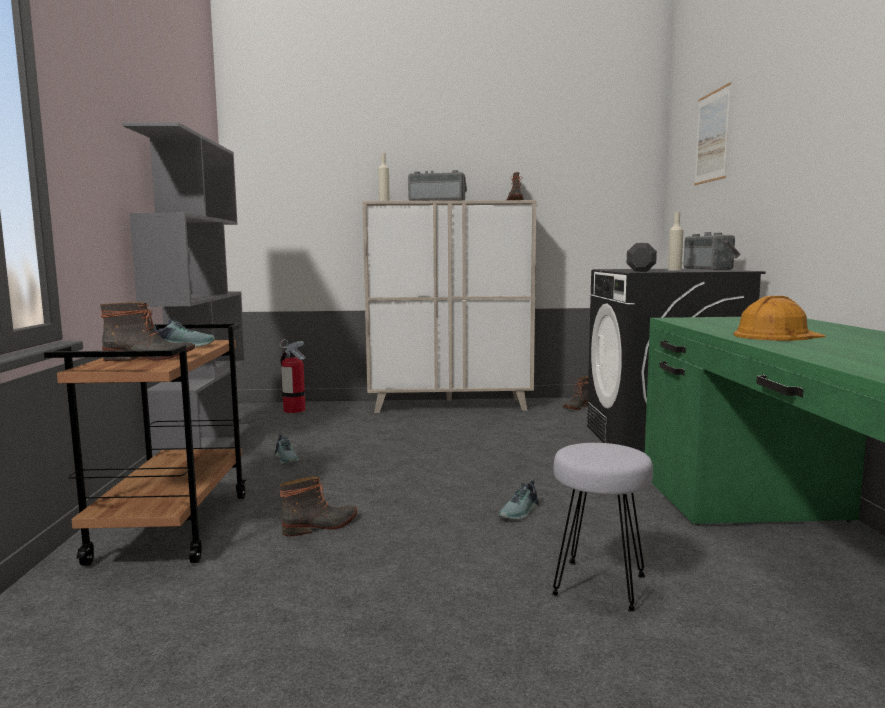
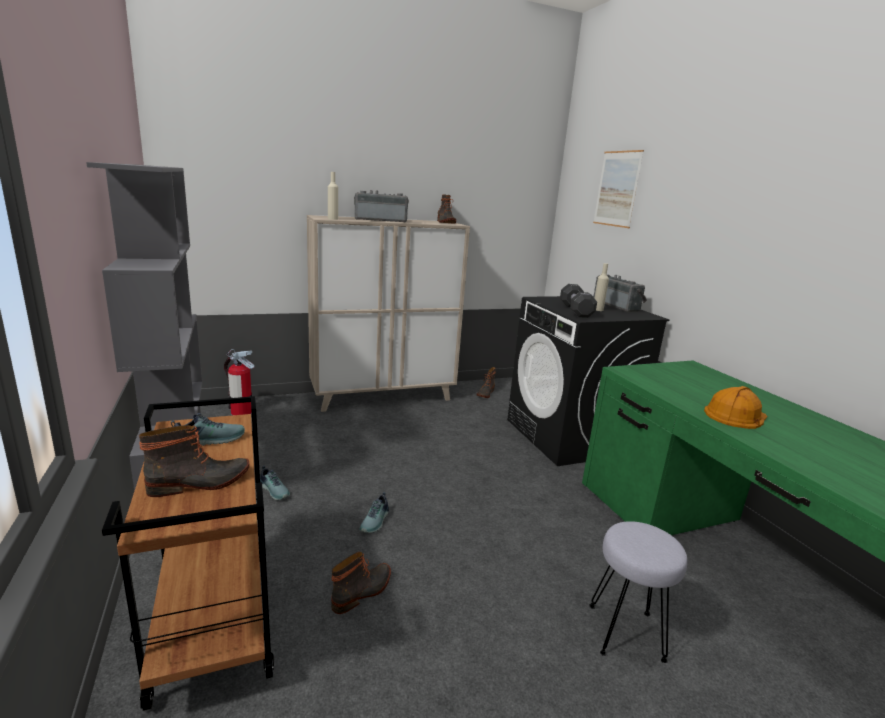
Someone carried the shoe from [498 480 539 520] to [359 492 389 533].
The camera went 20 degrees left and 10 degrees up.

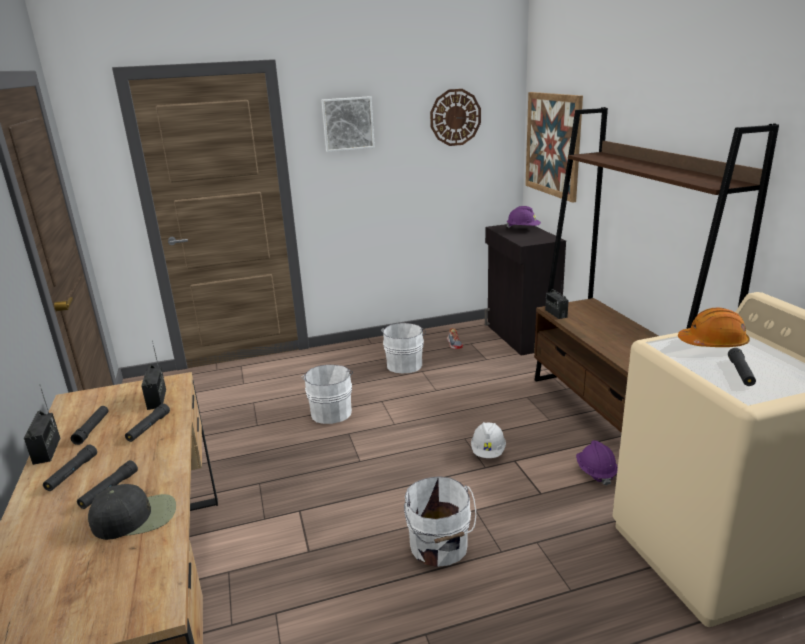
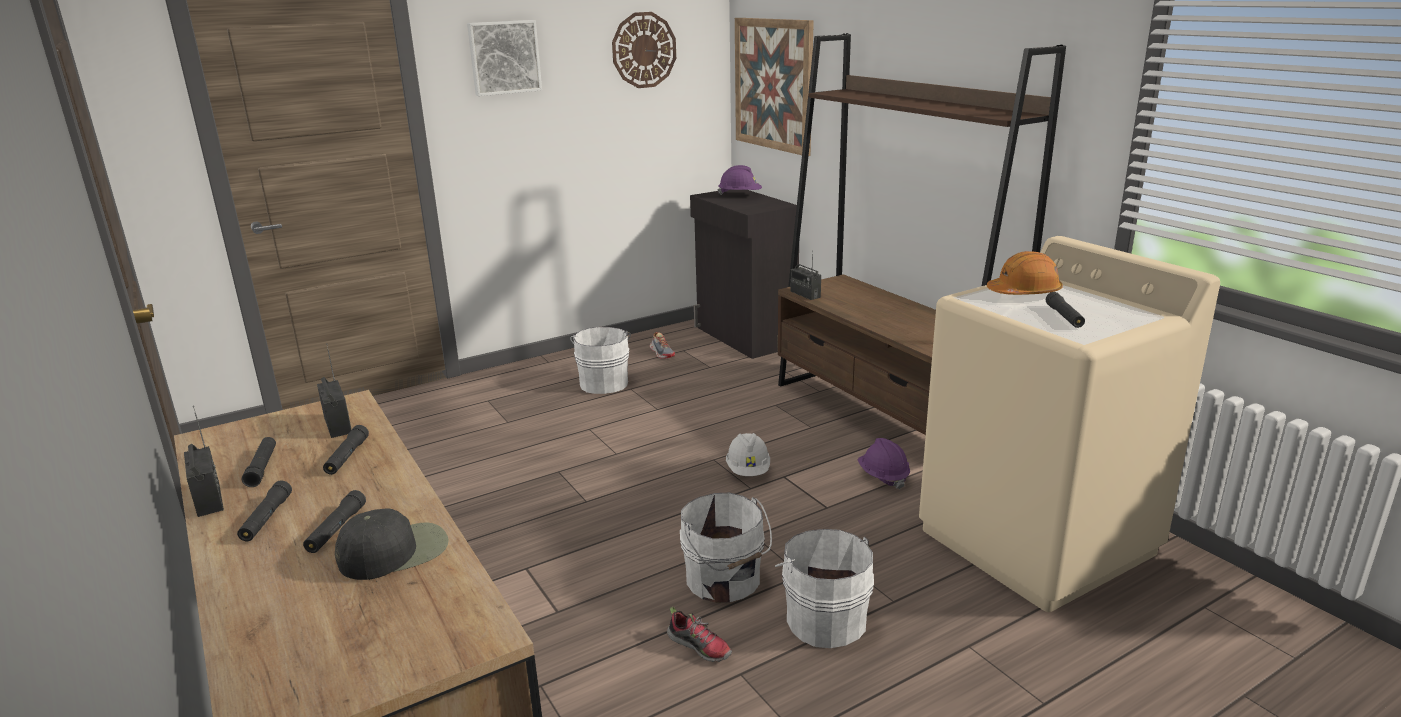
Someone put down the shoe at [667 606 732 662].
Someone carried the pail (whitish) from [302 365 353 424] to [775 529 874 648].
The camera went 15 degrees left and 0 degrees up.

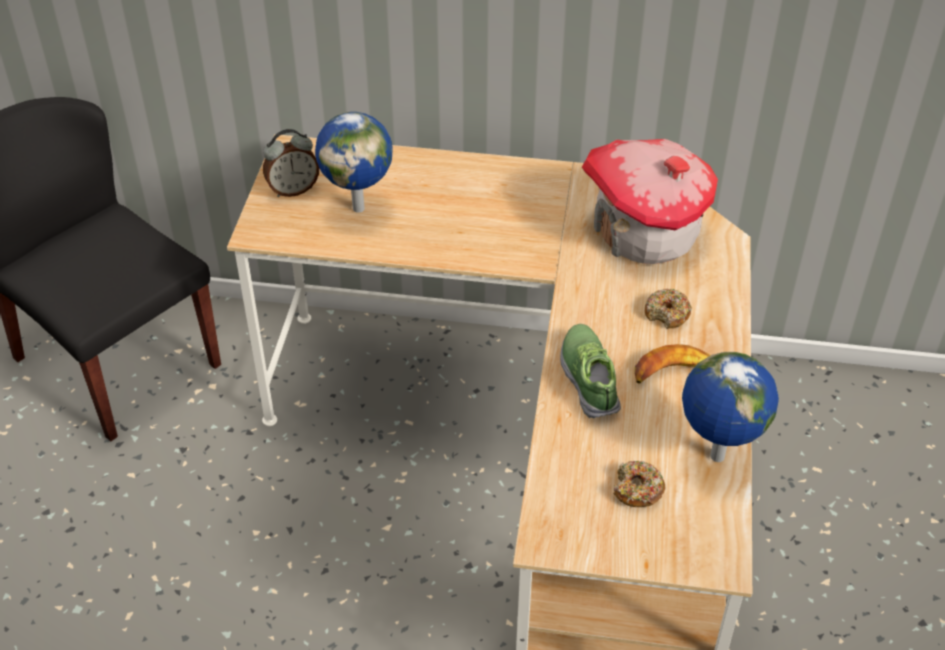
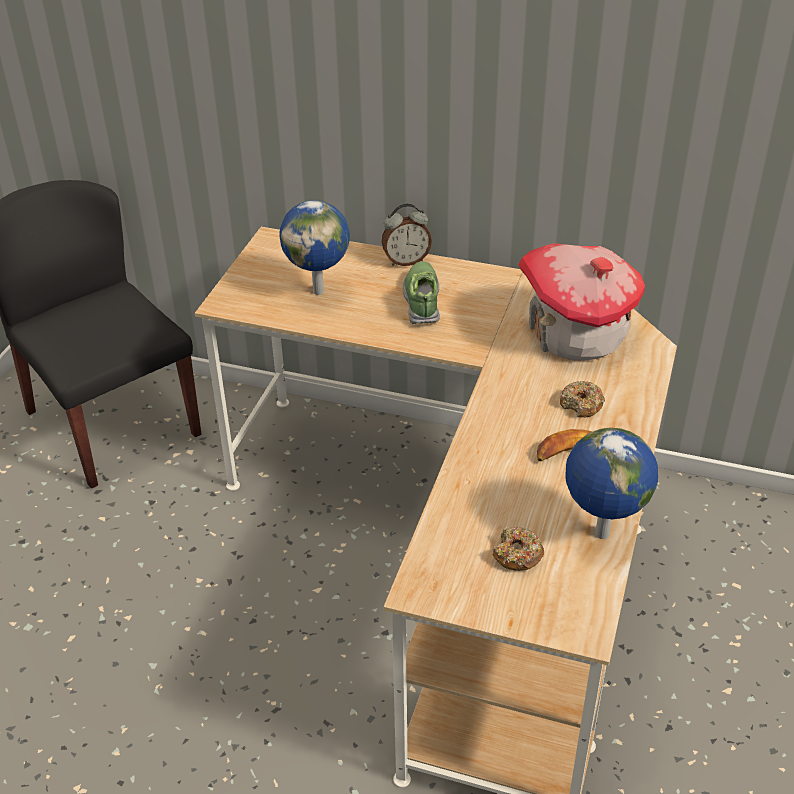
Someone carried the alarm clock from [263 129 319 197] to [382 204 432 266].
Someone carried the shoe from [560 324 621 418] to [403 261 440 324].
The camera went 10 degrees right and 5 degrees down.

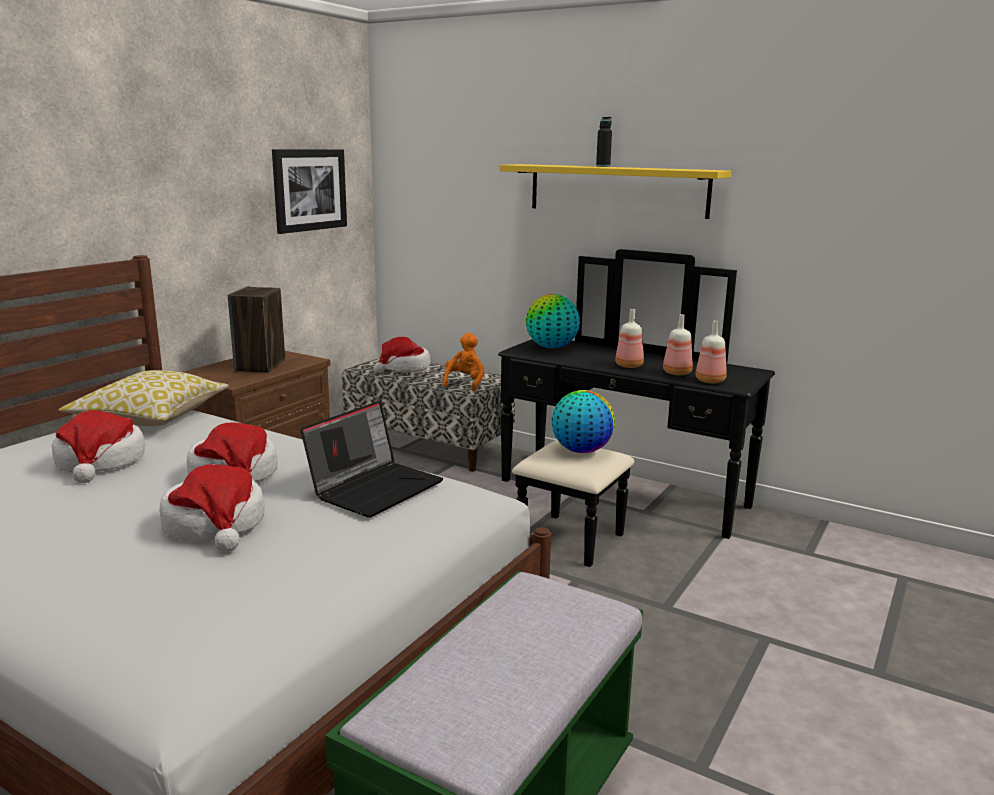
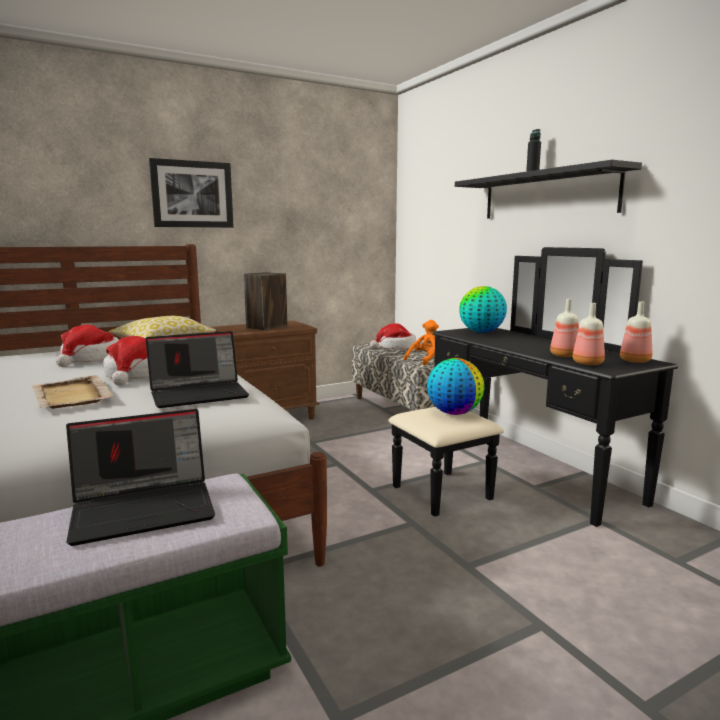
Someone swapped the clothing hat at [160 464 265 552] for the carrying tray (sand-coloured) at [32 375 114 409].
Someone put down the portable computer at [66 409 215 546].
Someone carried the picture from [272 149 347 234] to [149 158 234 228].
Someone repainted the wall shelf (yellowish) at [500 164 731 219], which became the wall shelf (blackish) at [455 160 642 219].
Someone carried the drink bottle from [615 309 644 368] to [620 301 652 363].
The camera went 30 degrees right and 5 degrees down.

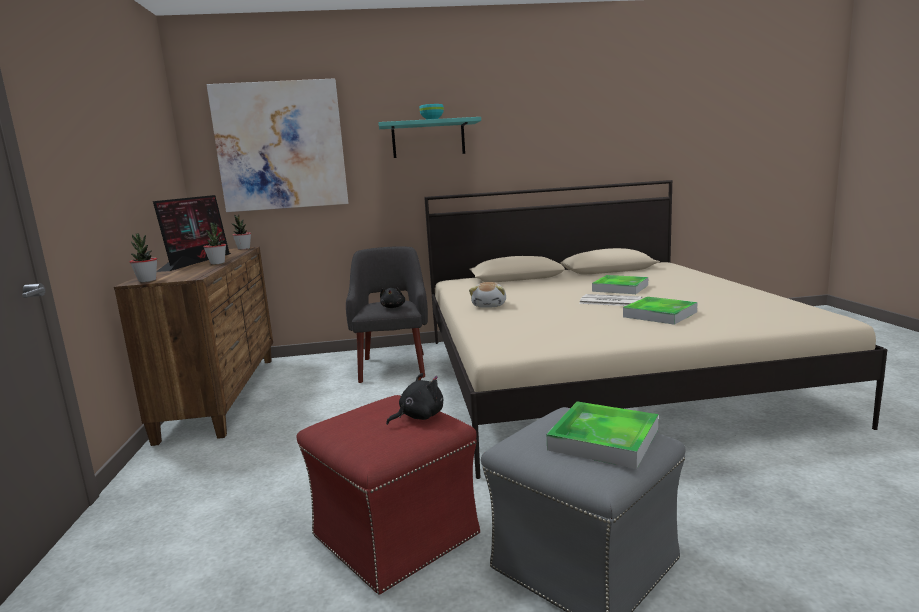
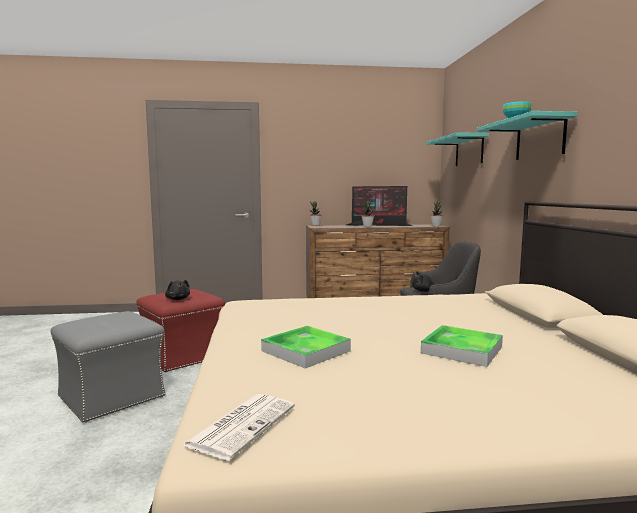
Someone carried the daily paper from [579 294 642 306] to [183 394 295 460].
Someone swapped the picture at [206 78 349 212] for the wall shelf (turquoise-coloured) at [426 132 489 166].
Someone took away the cuddly toy at [469 282 506 308].
Someone took away the carrying tray at [547 401 658 469].
The camera went 90 degrees right and 5 degrees down.

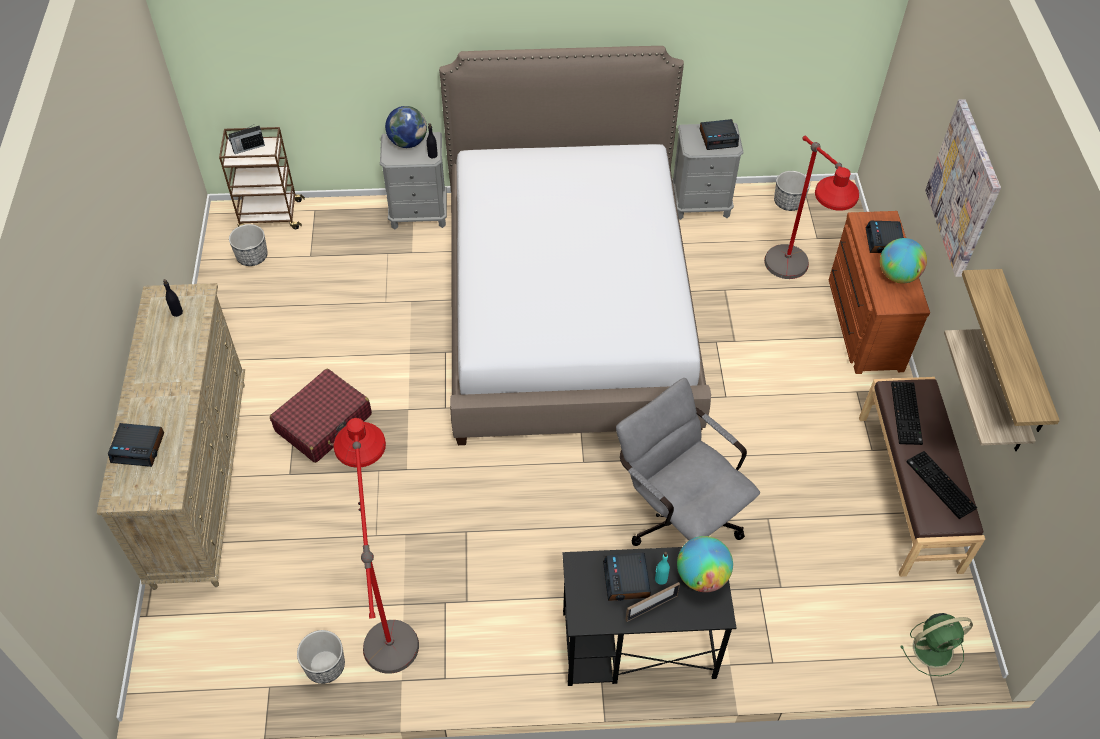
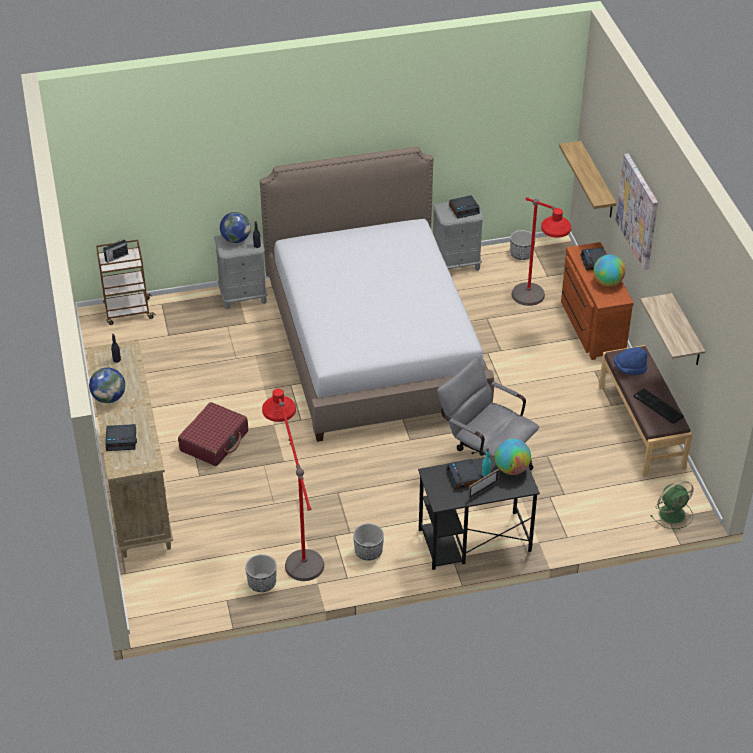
Someone put down the desk globe at [89 368 125 403].
Someone carried the plant pot from [229 224 268 266] to [353 523 384 560].
Someone carried the wall shelf from [962 269 1060 432] to [559 141 617 218].
Someone swapped the computer keyboard at [891 382 923 445] for the clothing hat (blue-coloured) at [614 347 647 375].
The camera went 10 degrees left and 10 degrees down.

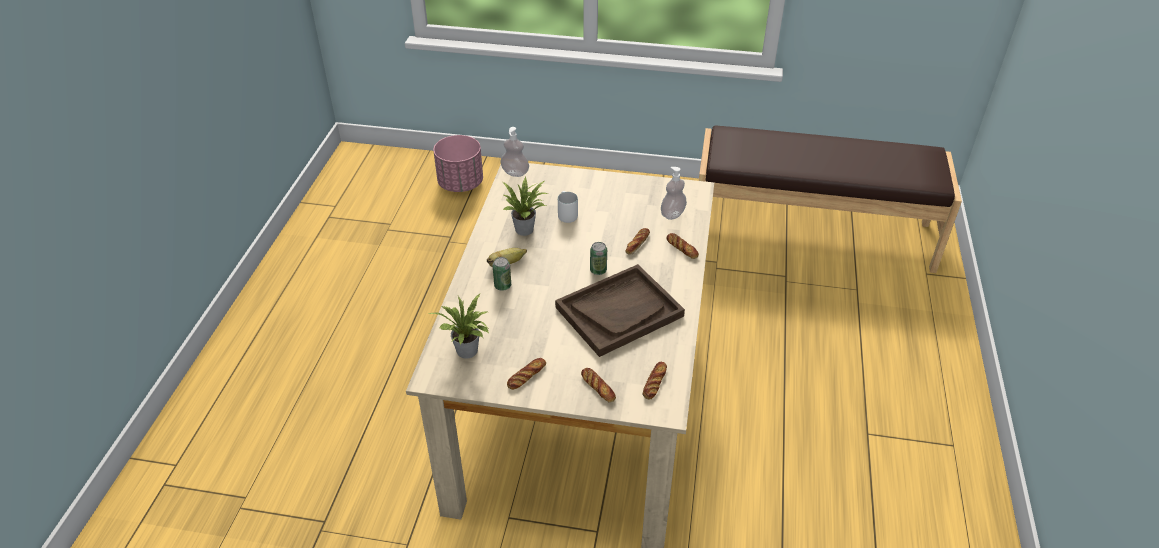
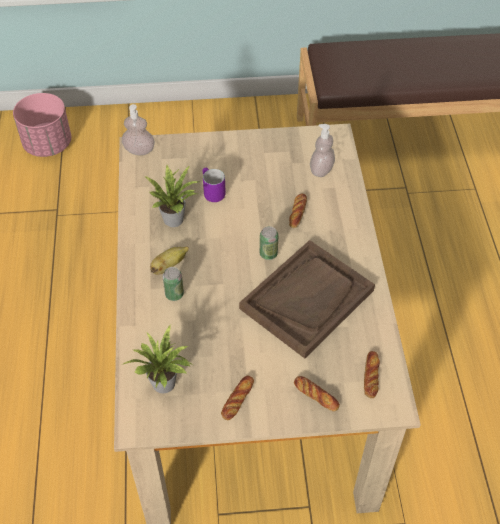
Someone repainted the coffee mug (whitish) at [558 191 578 223], which became the coffee mug (purple) at [203 168 226 202].
Someone took away the bread at [666 233 699 259].
The camera went 15 degrees left and 10 degrees up.

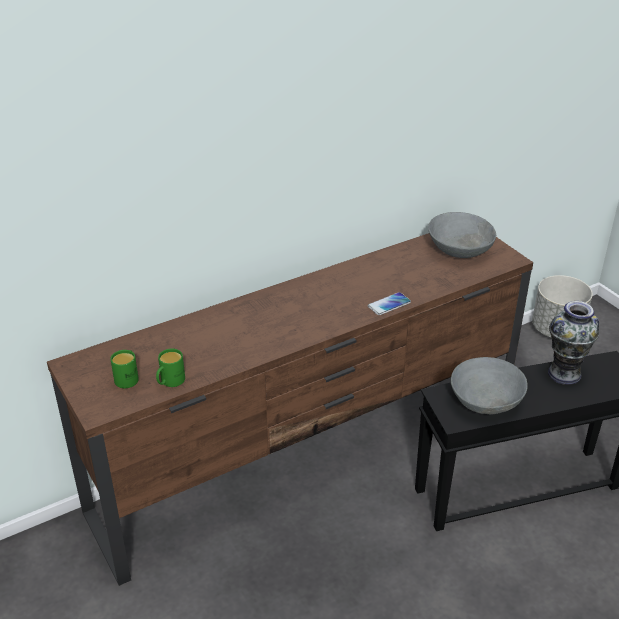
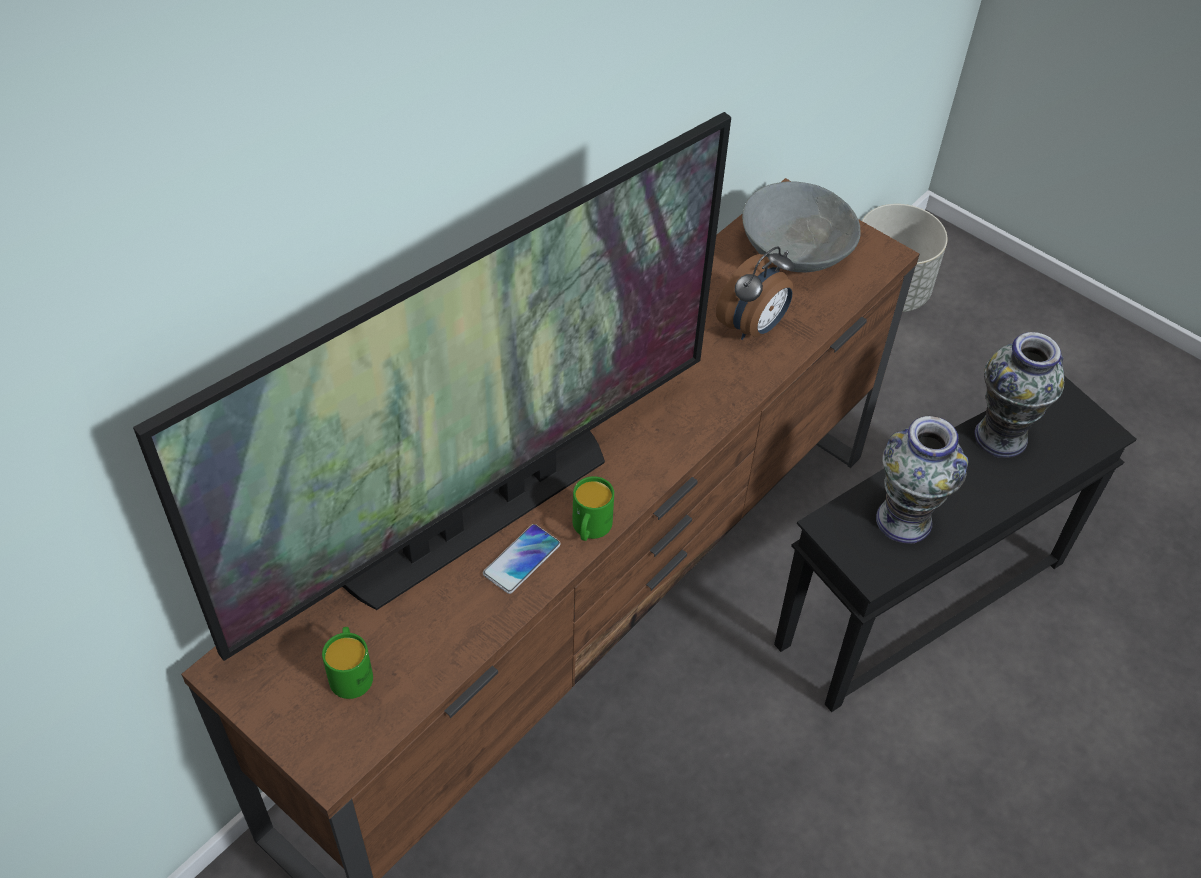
Someone put down the television at [133 112 731 661].
Someone carried the handset from [368 292 411 315] to [483 524 560 594].
Someone carried the coffee mug (greenish) from [156 349 185 387] to [572 476 614 541].
Someone put down the alarm clock at [716 247 794 340].
Someone swapped the deep dish (grey) at [451 357 528 414] for the decorative vase at [876 416 968 544].
The camera went 20 degrees left and 15 degrees up.

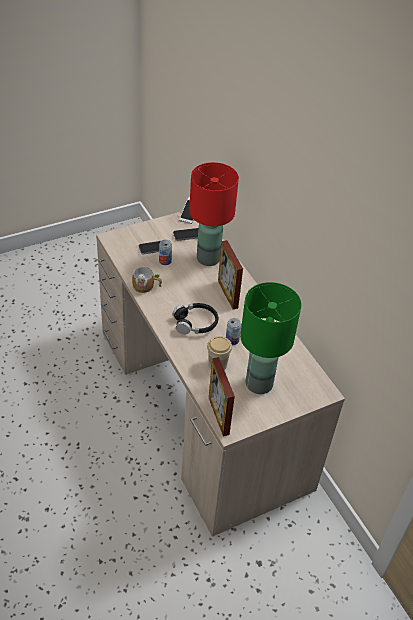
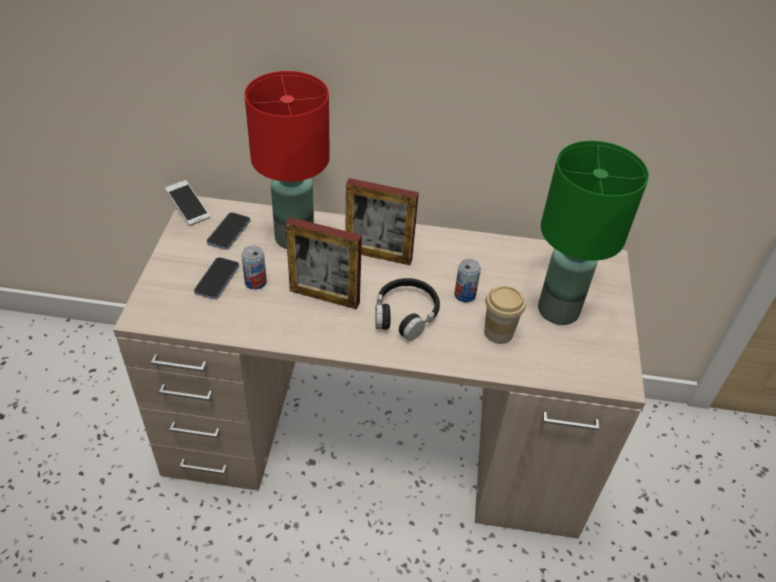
Someone carried the photo frame from [209 357 235 436] to [286 217 362 309].
Someone took away the coffee mug at [132 267 162 293].
The camera went 55 degrees left and 0 degrees up.

